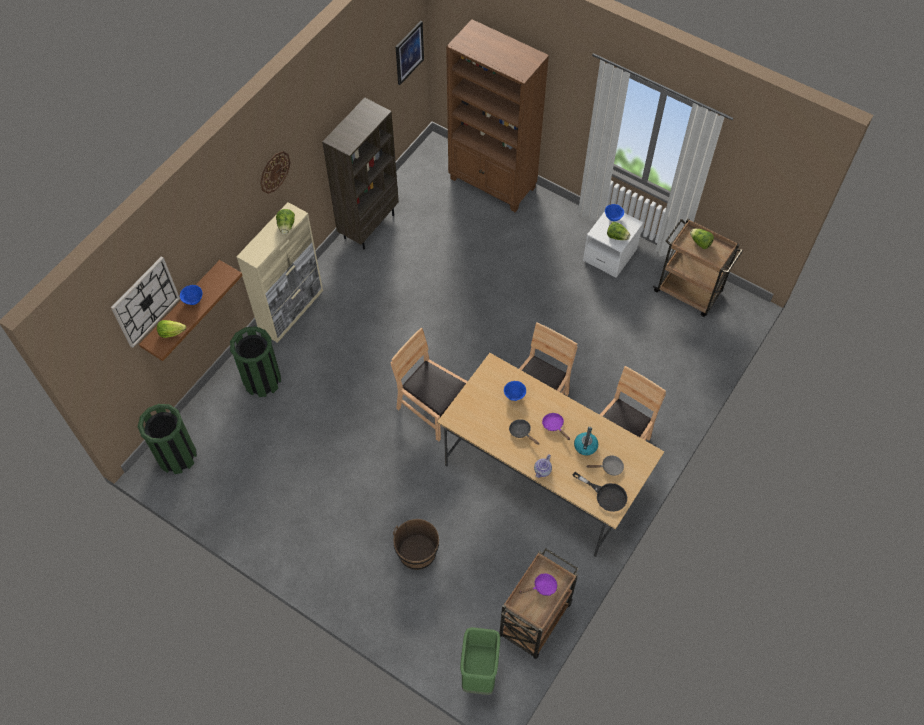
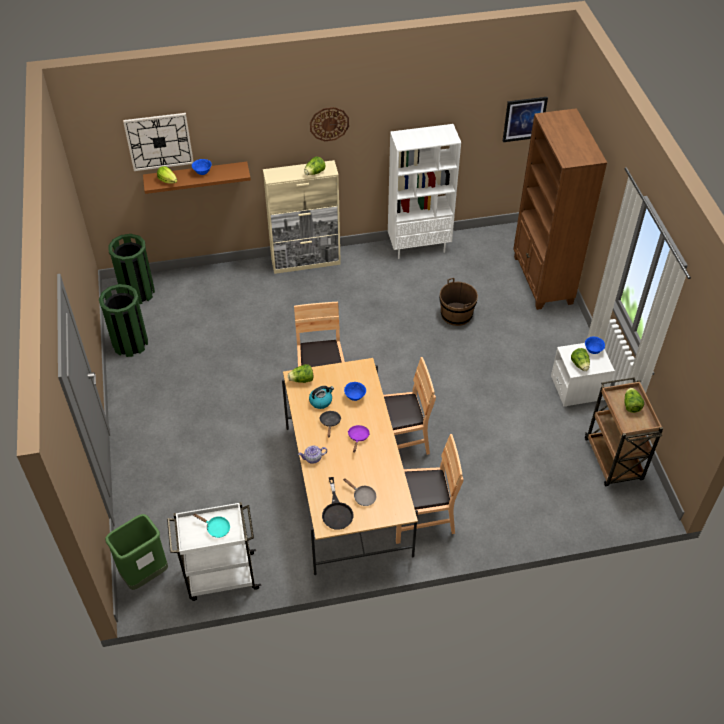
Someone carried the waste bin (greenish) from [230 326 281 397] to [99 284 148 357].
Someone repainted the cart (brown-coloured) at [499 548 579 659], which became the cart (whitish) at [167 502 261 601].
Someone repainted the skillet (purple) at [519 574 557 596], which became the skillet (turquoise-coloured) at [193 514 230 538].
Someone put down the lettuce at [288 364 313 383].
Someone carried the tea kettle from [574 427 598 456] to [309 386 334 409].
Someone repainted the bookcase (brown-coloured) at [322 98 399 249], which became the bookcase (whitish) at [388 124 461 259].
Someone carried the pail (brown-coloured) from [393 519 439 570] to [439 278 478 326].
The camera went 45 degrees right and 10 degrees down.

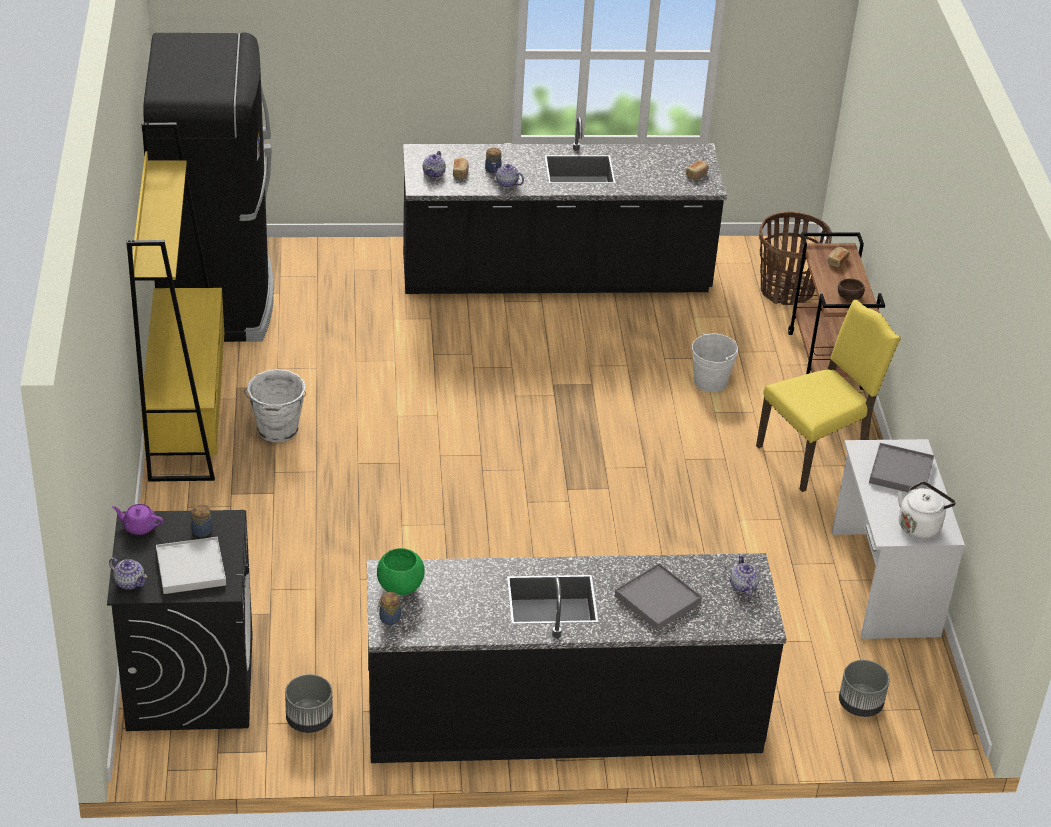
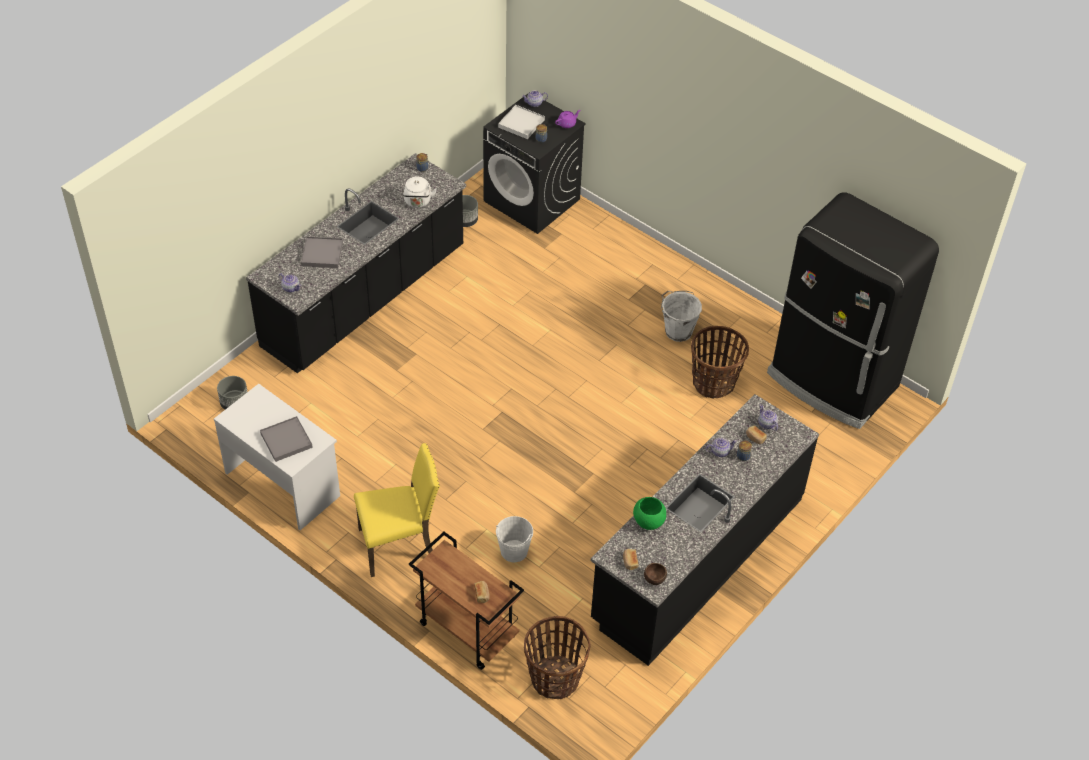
Someone rotated the upright chair (yellowish) at [756 300 901 492] by 120 degrees counterclockwise.
Someone carried the tea kettle (whitish) from [898 481 956 539] to [403 177 437 208].
Someone carried the deep dish (greenish) from [377 548 425 595] to [633 497 666 530].
Someone carried the deep dish (brown-coloured) from [838 278 865 302] to [644 563 667 585].
Someone put down the basket at [691 326 749 399].
Someone took away the bookcase (yellowish) at [126 123 224 482].
The camera went 135 degrees right and 10 degrees up.

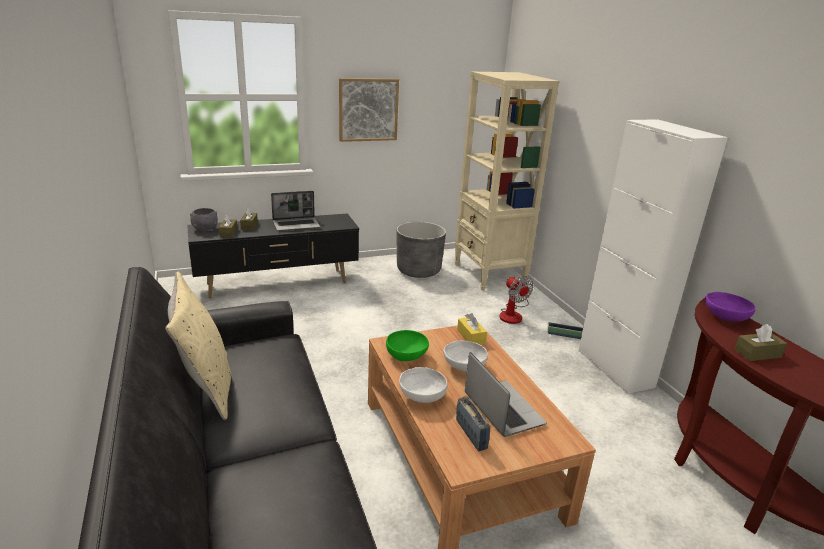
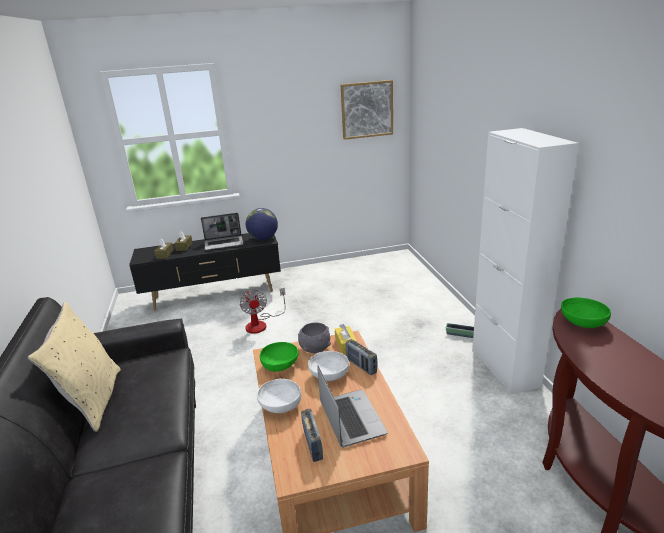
Someone carried the electric fan from [499 276 534 324] to [240 288 285 334].
Someone put down the desk globe at [246 208 278 240].
Someone carried the deep dish (grey) from [190 208 218 231] to [298 323 331 353].
Someone carried the picture from [339 78 399 142] to [341 80 393 140].
Someone put down the radio receiver at [346 339 378 375].
Someone repainted the deep dish (purple) at [705 292 756 322], which became the deep dish (greenish) at [561 297 611 328].
Someone took away the plant pot (grey) at [397 222 446 278].
Someone took away the bookcase (sand-coloured) at [455 72 559 291].
Someone took away the tissue holder (brown-coloured) at [734 324 787 361].
The camera went 10 degrees right and 0 degrees up.

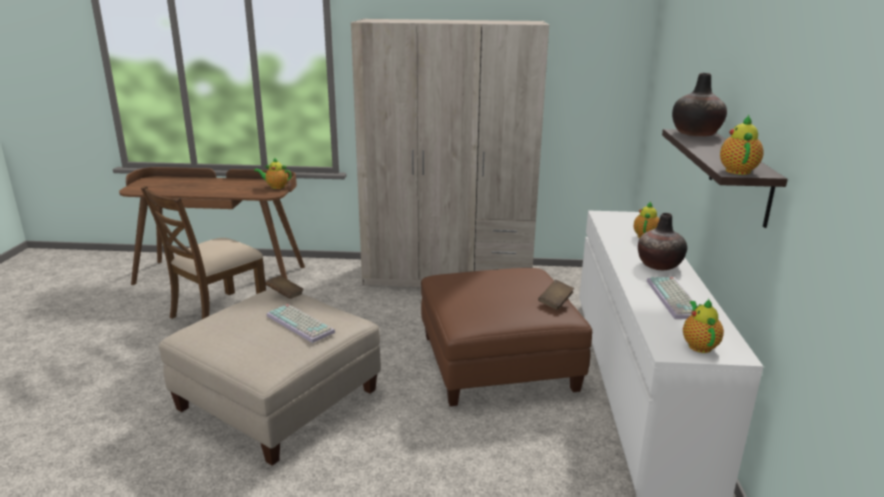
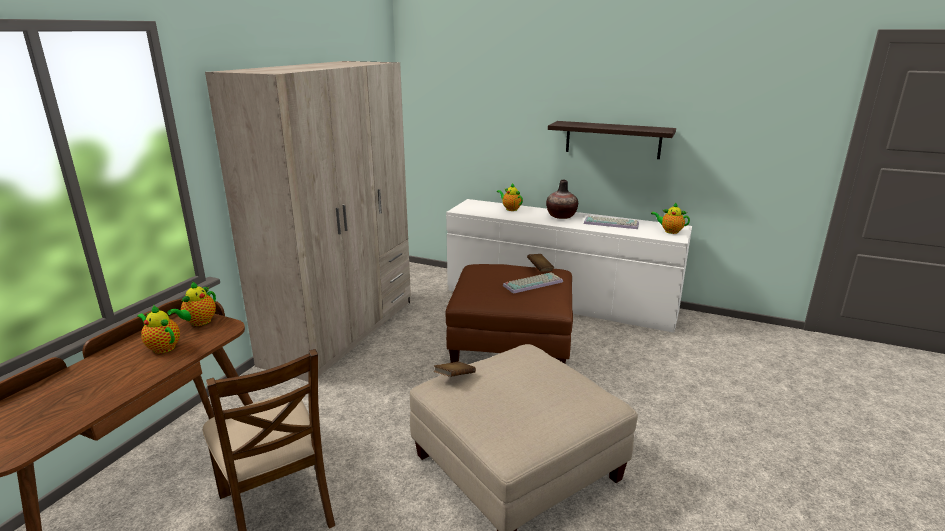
Someone carried the pot for tea from [720 115 764 175] to [137 304 180 354].
Someone carried the computer keyboard from [266 304 335 343] to [503 272 563 294].
Someone took away the decorative vase at [672 73 727 137].
The camera went 70 degrees left and 0 degrees up.

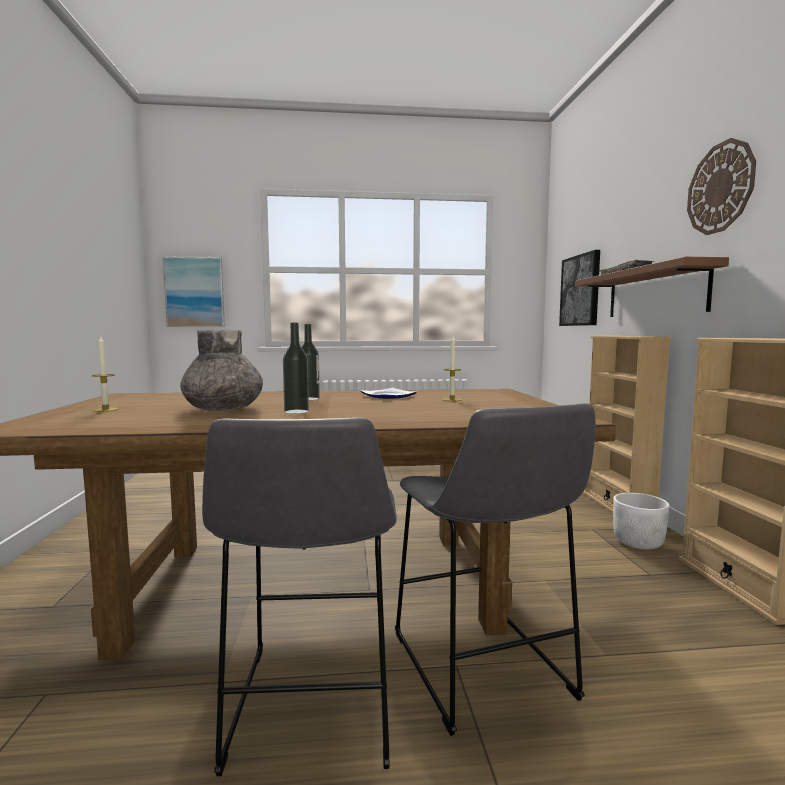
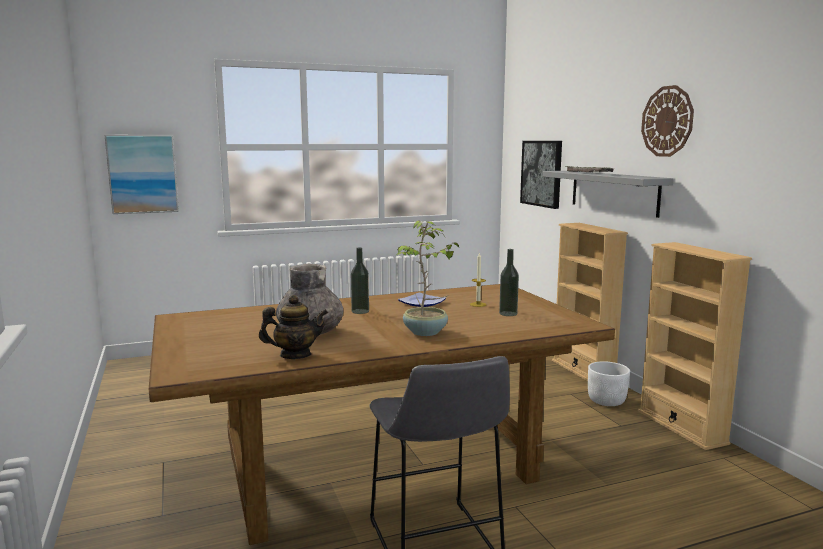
Someone put down the pot for tea at [259 295 328 359].
Someone put down the plant in a pot at [396 220 459 336].
Someone carried the drink bottle from [283 322 309 414] to [499 249 519 316].
Someone repainted the wall shelf (brown-coloured) at [575 257 729 317], which became the wall shelf (grey) at [543 171 674 218].
Someone took away the candle at [92 335 119 412].
Someone took away the sitting stool (grey) at [395 403 596 736].
The camera went 15 degrees left and 5 degrees up.

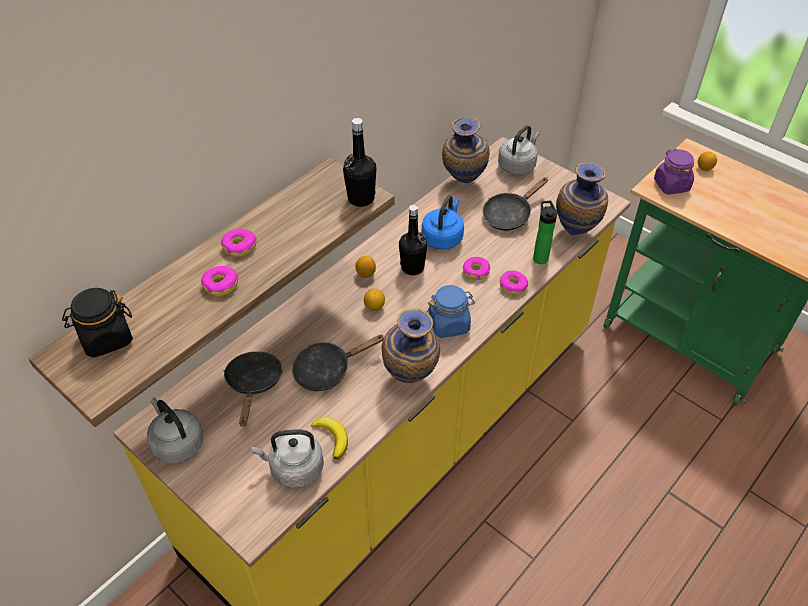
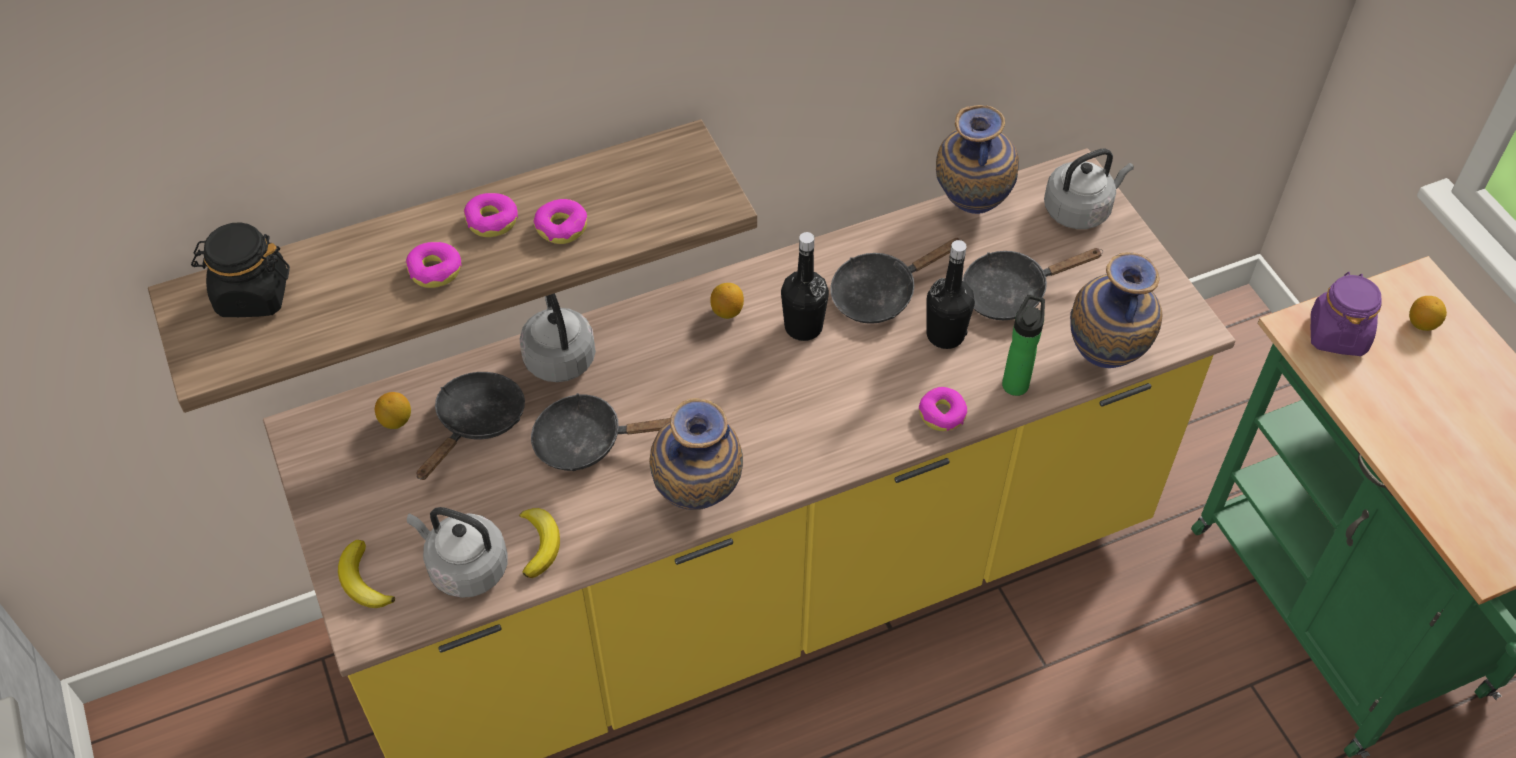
Someone put down the banana fruit at [338 540 395 608].
Someone carried the whole lemon from [364 289 385 311] to [375 392 411 429].
Someone carried the tea kettle (grey) from [147 398 204 464] to [520 293 596 382].
Someone carried the doughnut from [463 257 490 280] to [533 199 587 244].
Someone swapped the tea kettle (blue-coloured) at [422 195 464 250] for the skillet (blackish) at [830 238 963 324].
Someone carried the drink bottle (blackish) from [343 118 377 207] to [926 240 975 349].
Someone took away the storage jar (blue-coloured) at [427 285 475 338].
The camera went 25 degrees right and 5 degrees up.

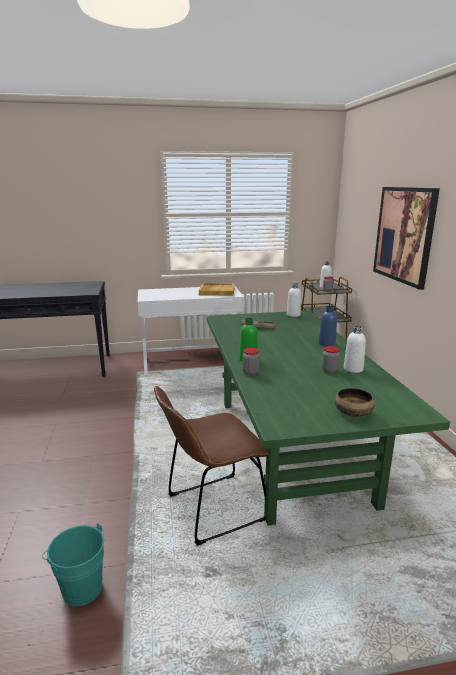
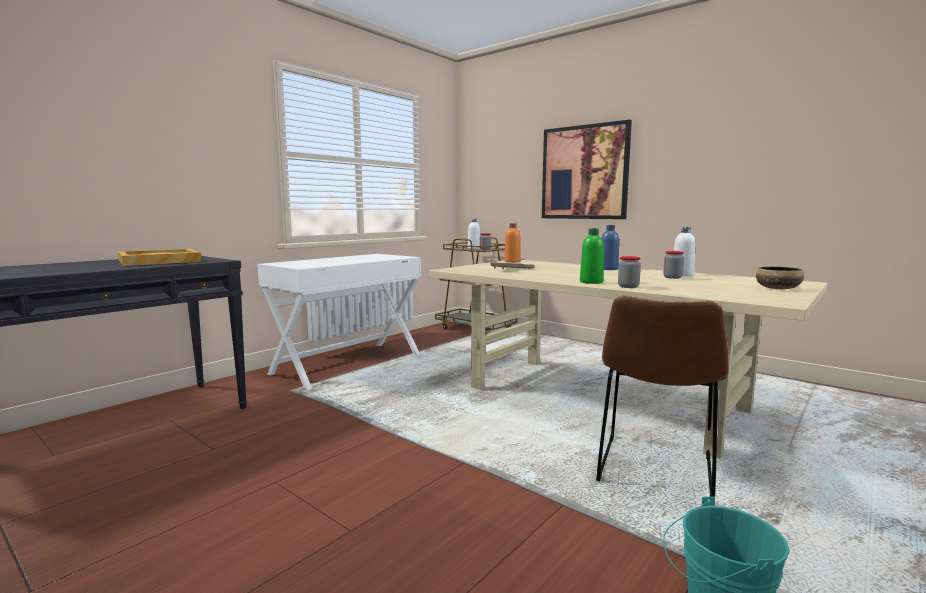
Someone carried the carrying tray (sand-coloured) from [199 283 235 296] to [118 249 202 266].
Someone repainted the kitchen table (greenish) at [206 310 450 526], which became the kitchen table (sand-coloured) at [429 260 827 459].
Someone repainted the drink bottle (whitish) at [287 283 301 317], which became the drink bottle (orange-coloured) at [504 223 521 263].
The camera went 40 degrees left and 10 degrees down.

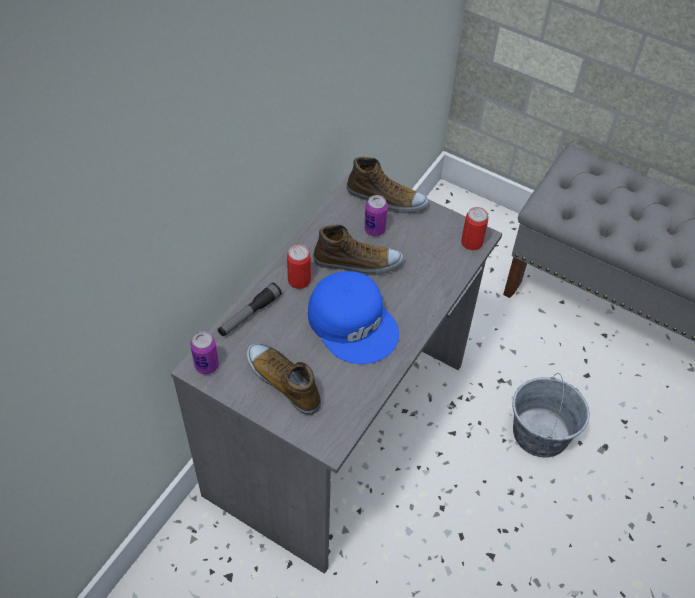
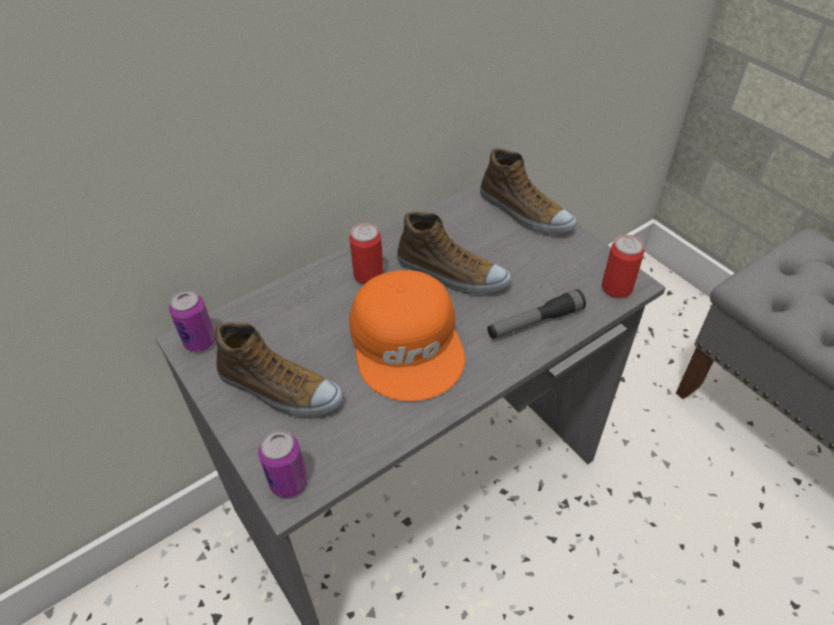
Someone rotated the shoe at [246 343 321 415] by 135 degrees clockwise.
Someone carried the sealed can from [364 195 388 236] to [258 430 308 498].
Someone repainted the peaked cap (blue-coloured) at [308 271 399 364], which became the peaked cap (orange-coloured) at [349 270 465 401].
Someone carried the torch from [218 283 282 336] to [487 289 586 339].
Someone took away the pail (grey) at [512 373 590 458].
The camera went 25 degrees right and 5 degrees down.

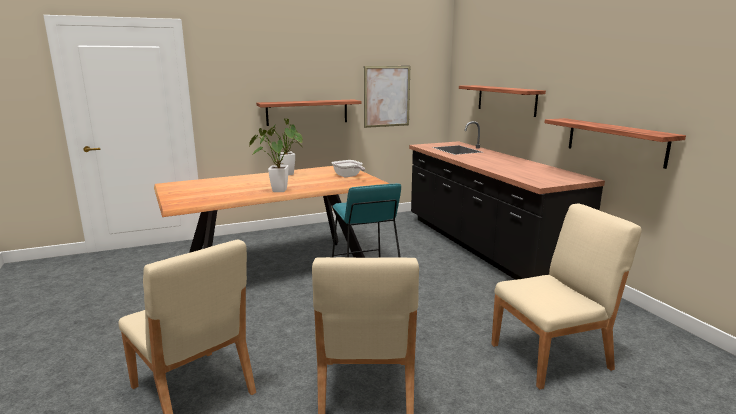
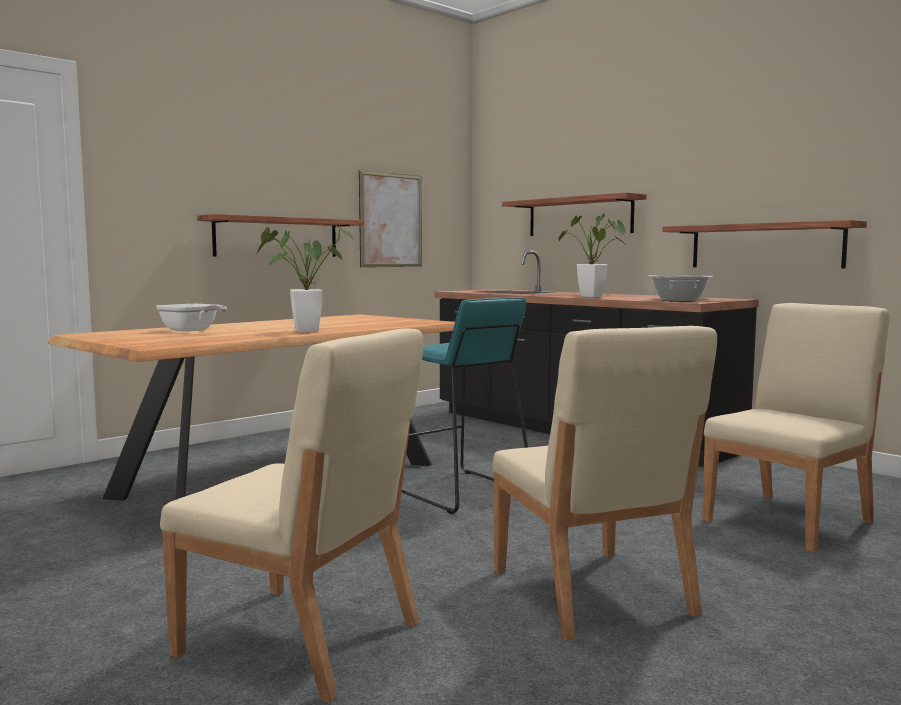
Someone carried the skillet from [332 160 365 177] to [156 304 227 332].
Someone carried the plant in a pot from [267 118 303 175] to [558 213 628 297].
Someone put down the cooking pot at [648 275 713 302].
The camera went 20 degrees left and 10 degrees down.

